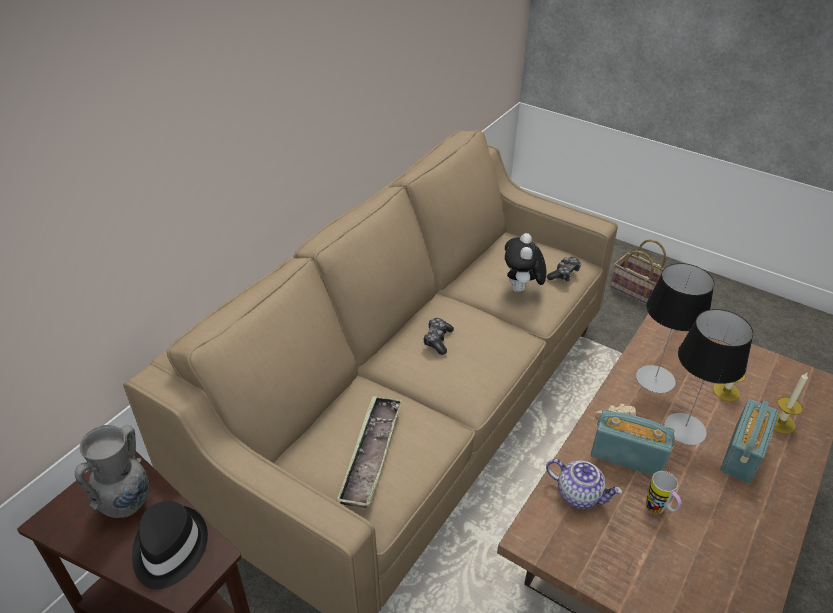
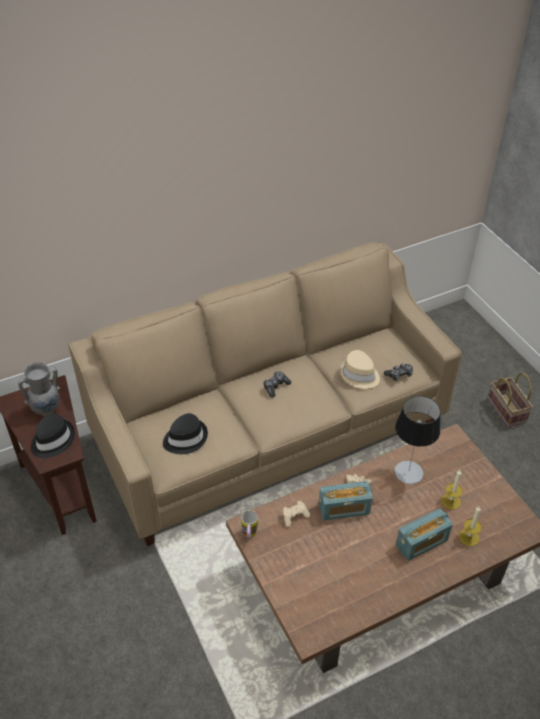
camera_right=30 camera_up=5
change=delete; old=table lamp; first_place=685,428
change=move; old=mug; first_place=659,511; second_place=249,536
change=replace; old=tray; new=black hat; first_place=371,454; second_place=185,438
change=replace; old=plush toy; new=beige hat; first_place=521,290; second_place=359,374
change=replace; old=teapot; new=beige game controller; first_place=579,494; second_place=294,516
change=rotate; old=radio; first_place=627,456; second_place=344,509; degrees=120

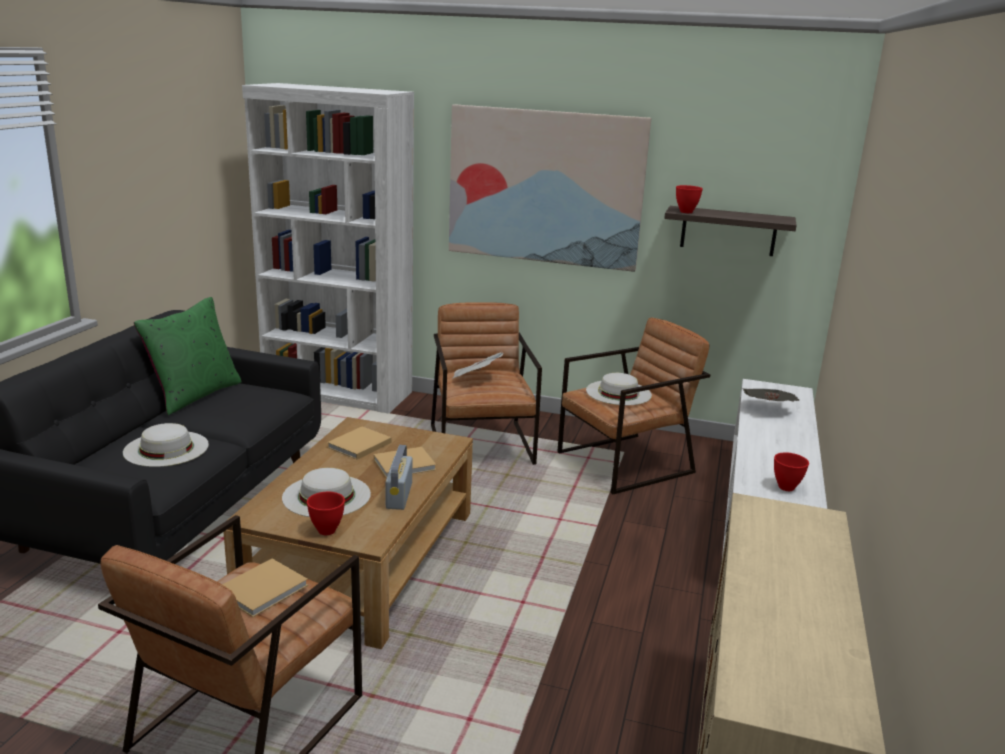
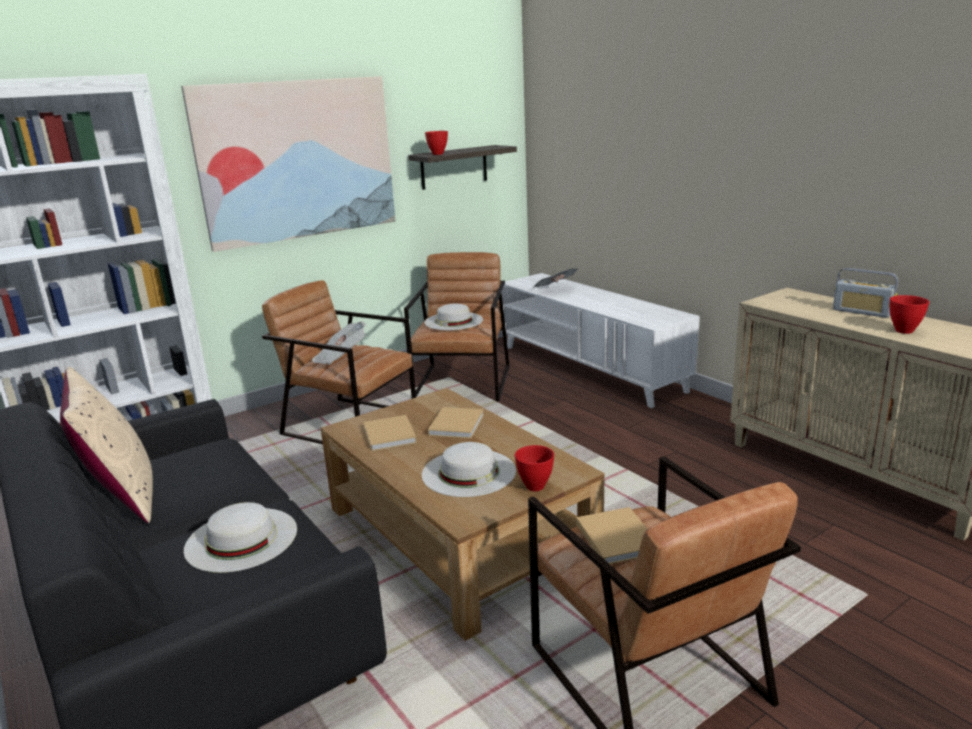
camera_right=-50 camera_up=0
change=move; old=radio; first_place=399,495; second_place=862,312
change=move; old=red bowl; first_place=786,487; second_place=903,330
change=recolor; old=green pillow; new=beige pillow; first_place=194,395; second_place=121,496

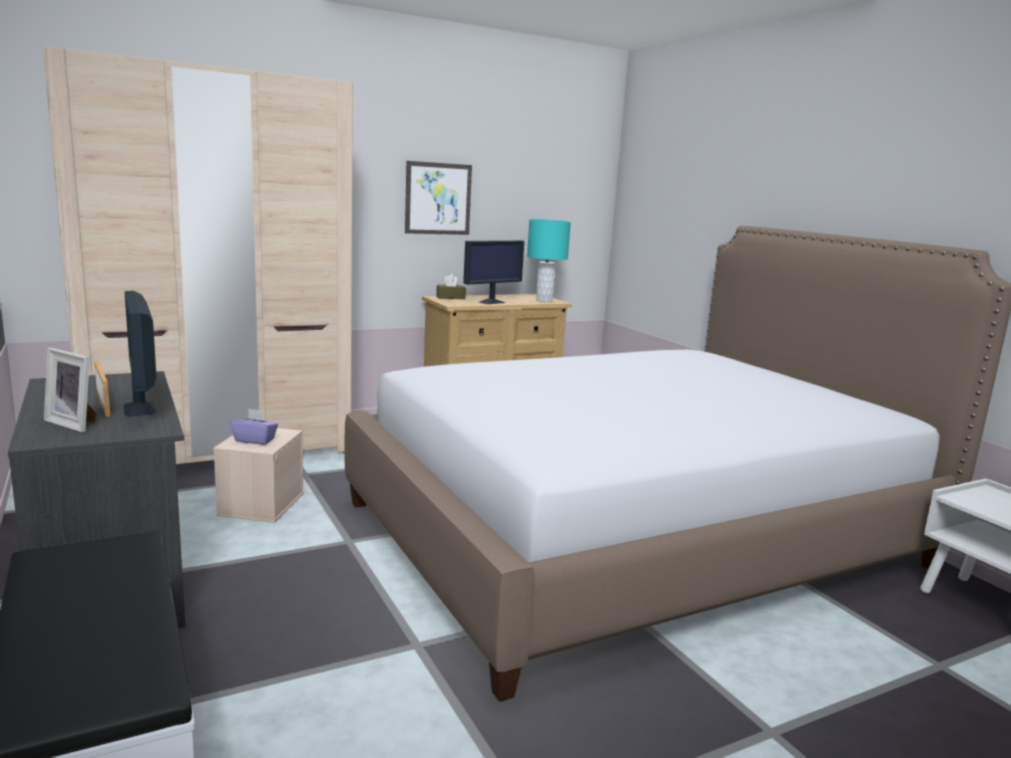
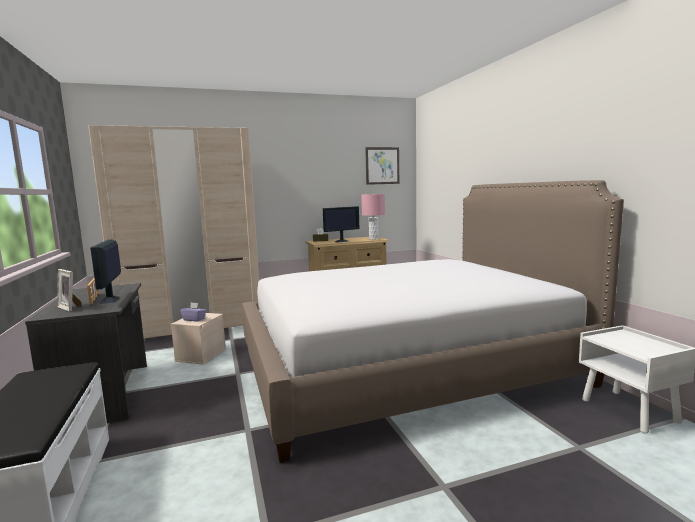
camera_right=10 camera_up=-5
change=move; old=picture; first_place=438,198; second_place=382,165
change=recolor; old=turquoise table lamp; new=pink table lamp; first_place=544,300; second_place=373,239

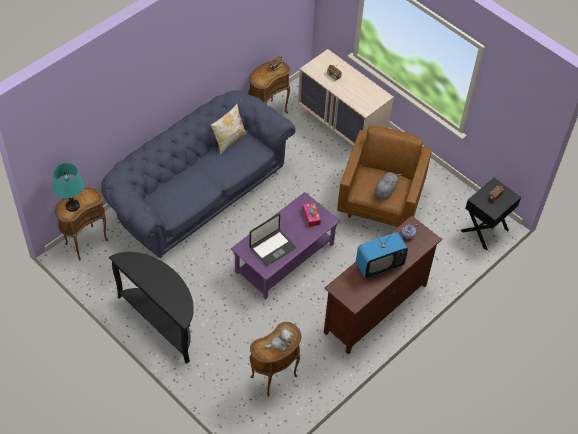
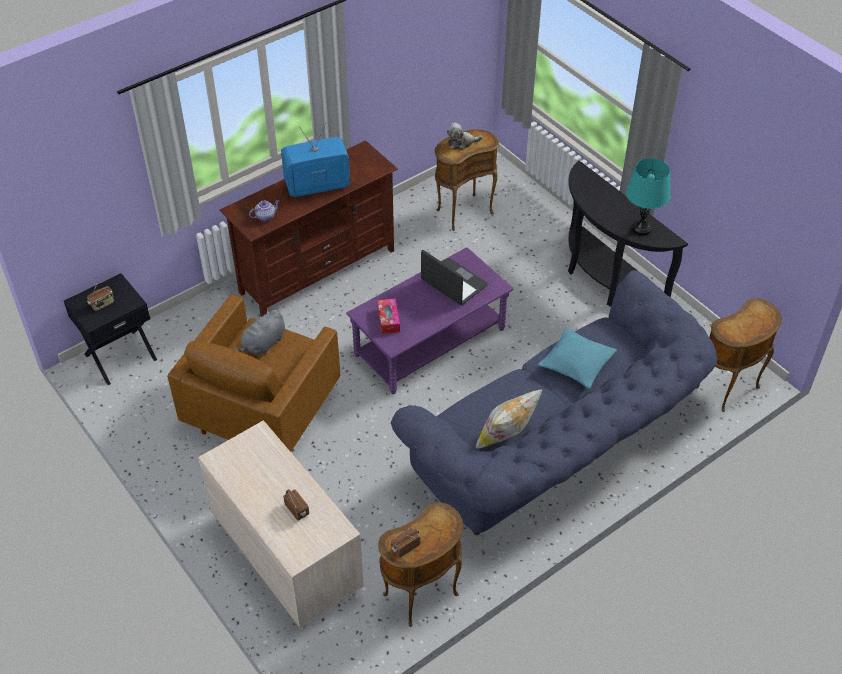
camera_right=-170 camera_up=-5
change=insert; new=turquoise pillow; second_place=576,363
change=move; old=turquoise table lamp; first_place=72,206; second_place=641,228
change=rotate; old=laptop; first_place=272,247; second_place=453,283; degrees=75

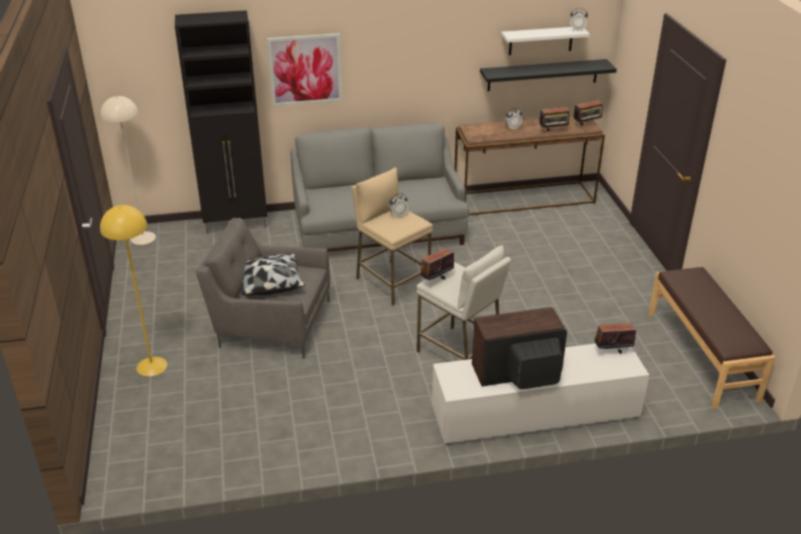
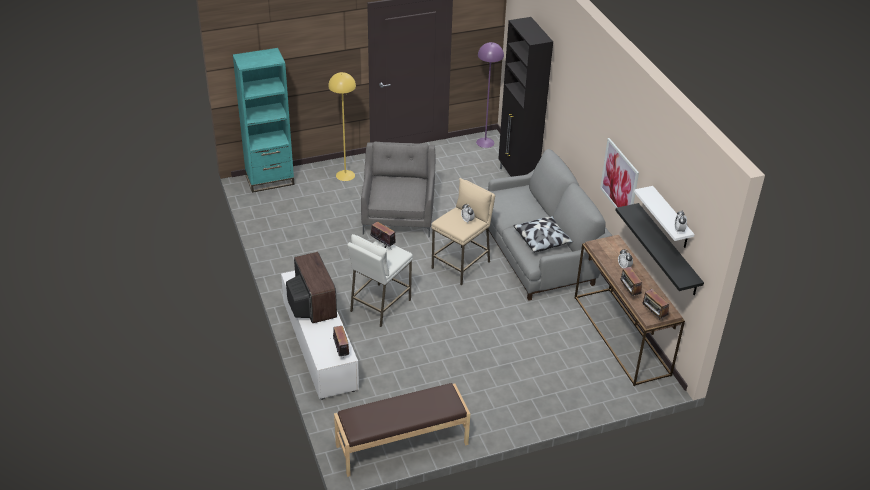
camera_right=80 camera_up=5
change=insert; new=turquoise bookcase; second_place=270,180
change=move; old=pillow; first_place=270,283; second_place=542,240
change=move; old=picture; first_place=305,70; second_place=619,180
change=recolor; old=beige floor lamp; new=purple floor lamp; first_place=143,238; second_place=485,142

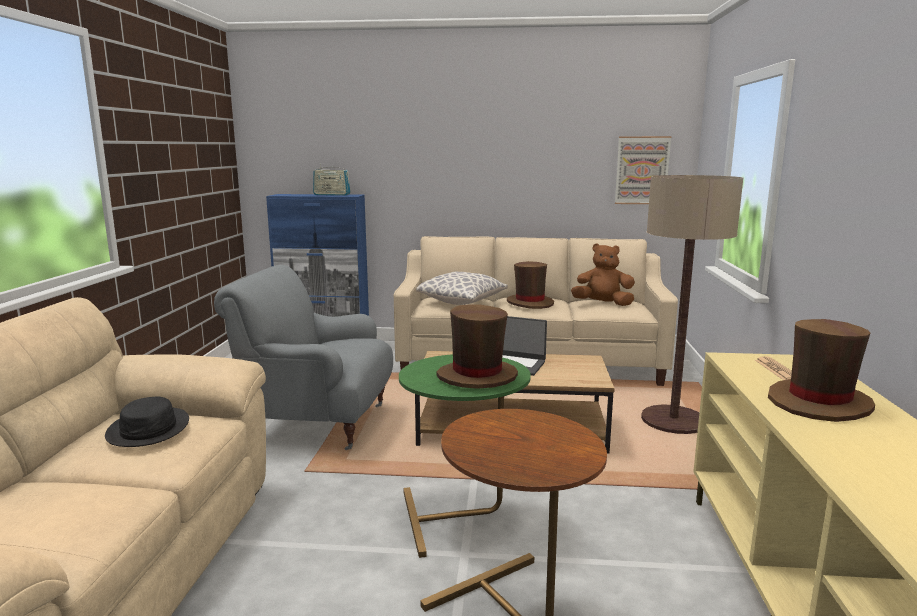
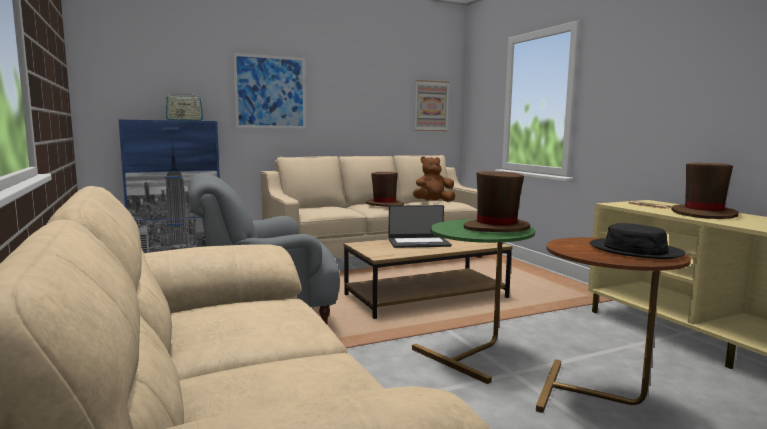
camera_right=-30 camera_up=-5
change=delete; old=pillow; first_place=462,302
change=delete; old=floor lamp; first_place=673,421
change=insert; new=picture; second_place=270,92
change=move; old=black hat; first_place=149,429; second_place=635,250

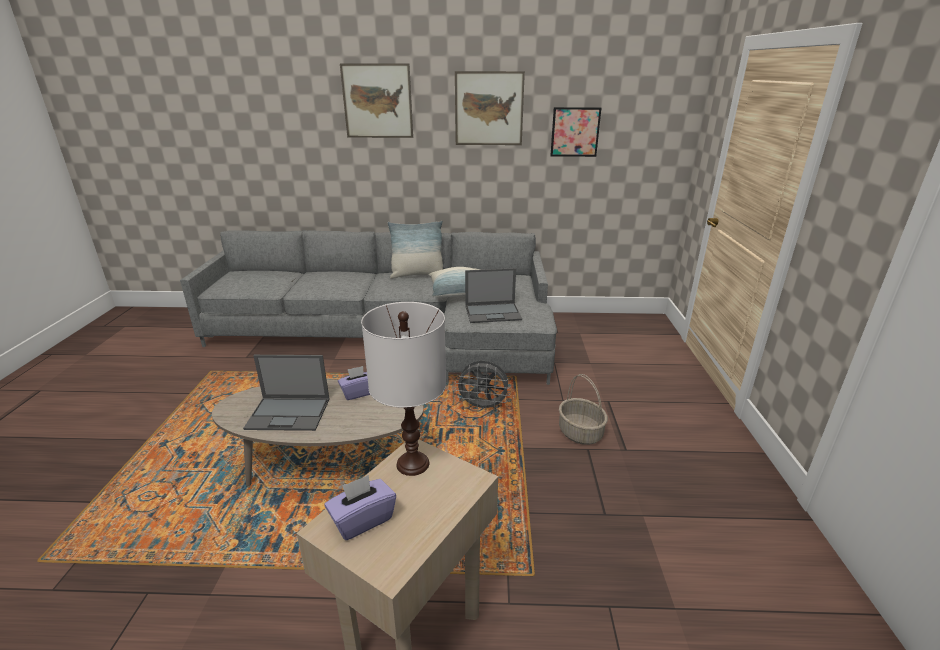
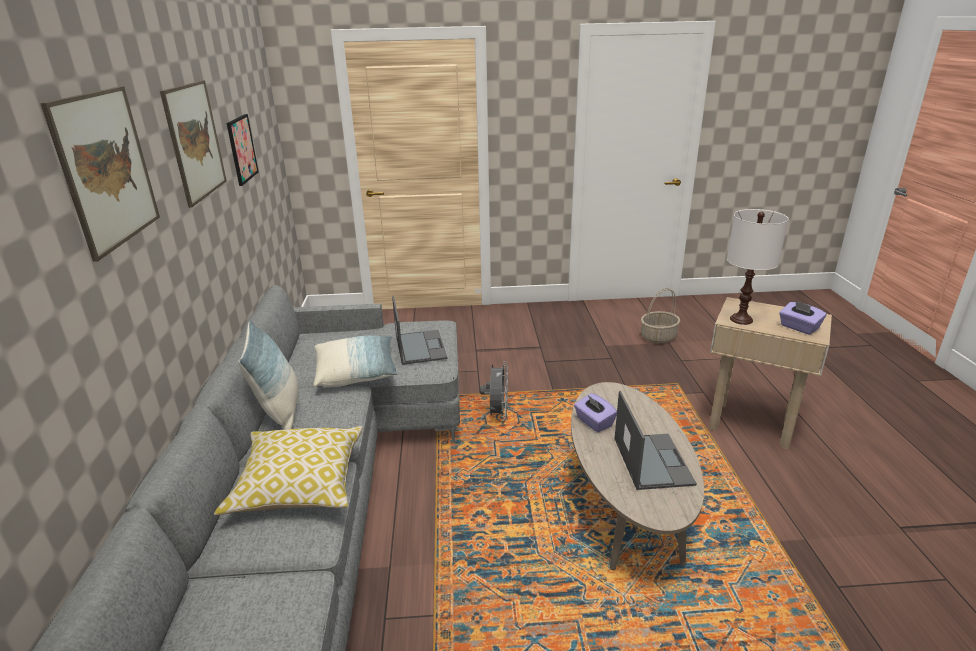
camera_right=-95 camera_up=0
change=insert; new=pillow; second_place=299,484
change=move; old=basket; first_place=581,433; second_place=658,337

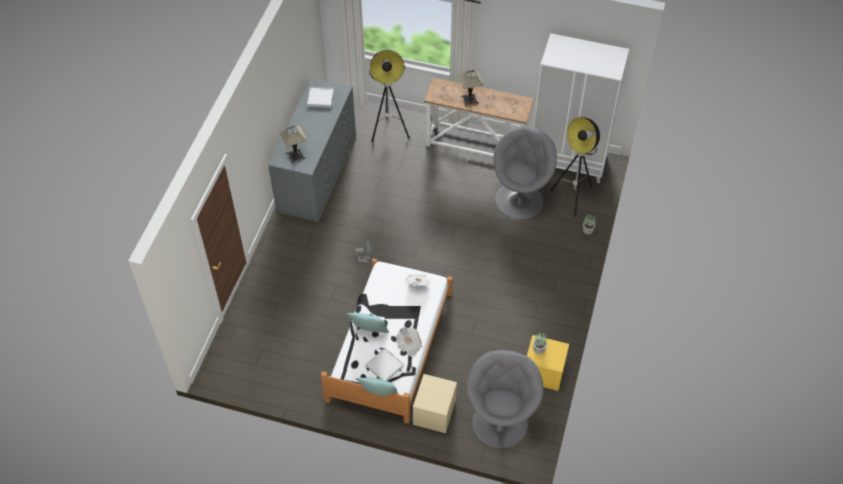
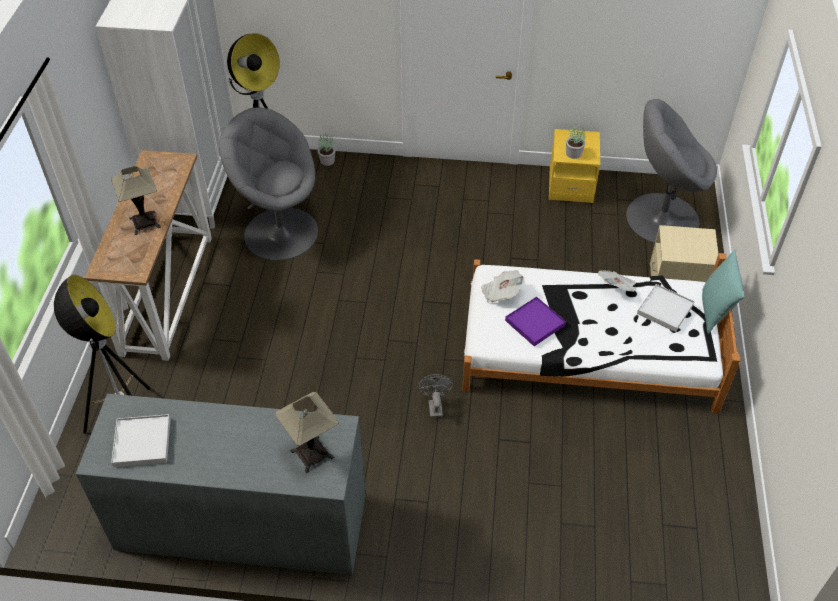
camera_right=-100 camera_up=-5
change=delete; old=turquoise pillow; first_place=368,332
change=insert; new=purple tray; second_place=534,323

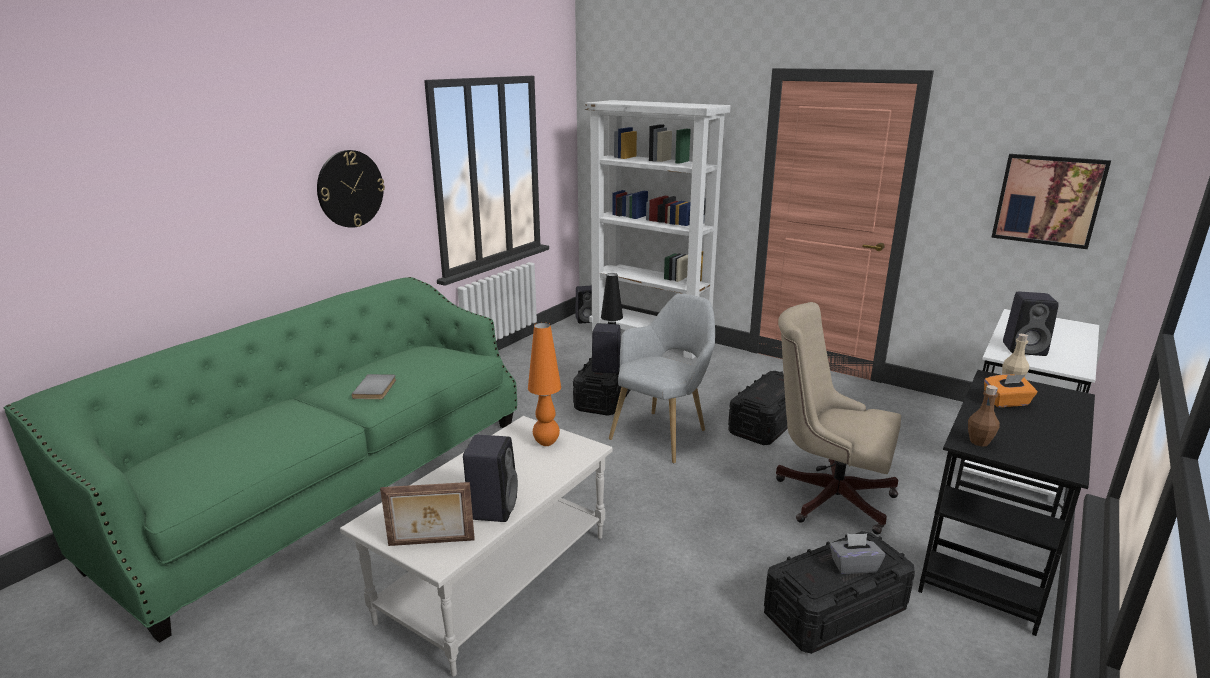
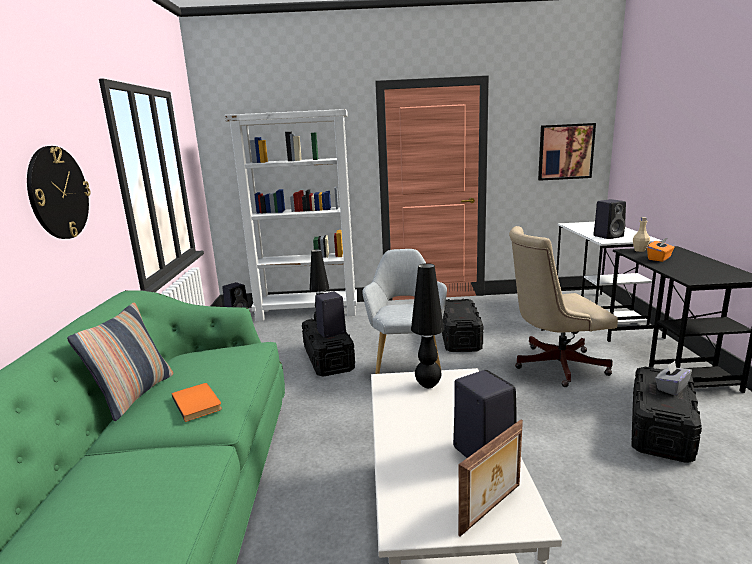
camera_right=-35 camera_up=-5
change=delete; old=brown bottle; first_place=979,442
change=insert; new=pillow; second_place=134,395
change=recolor; old=grey book; new=orange book; first_place=376,388; second_place=199,403
change=recolor; old=orange table lamp; new=black table lamp; first_place=546,443; second_place=428,385

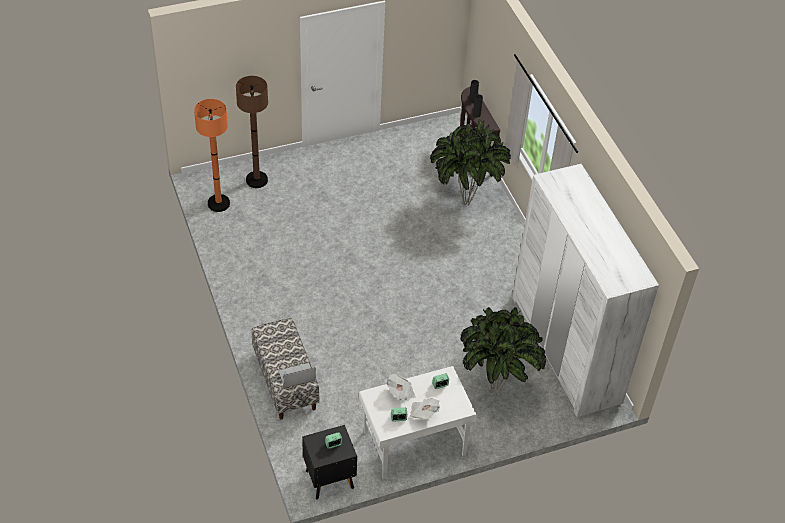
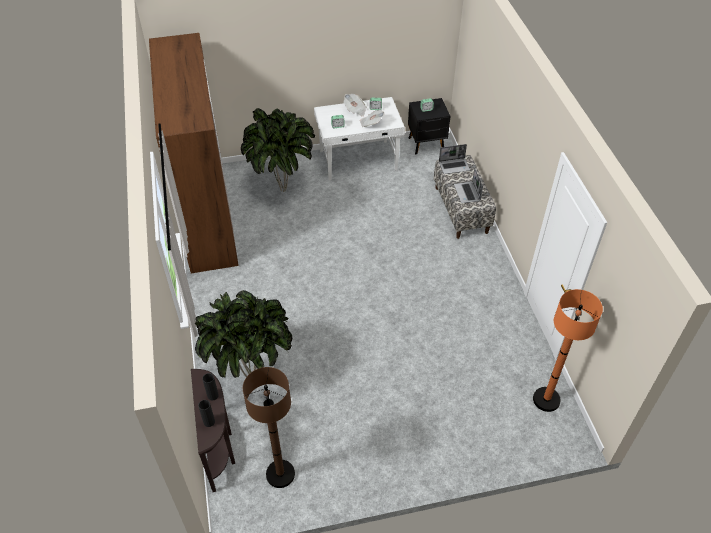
camera_right=-170 camera_up=0
change=insert; new=laptop; second_place=467,193
change=move; old=brown floor lamp; first_place=256,180; second_place=280,474
change=recolor; old=white wardrobe; new=brown wardrobe; first_place=565,349; second_place=208,217

